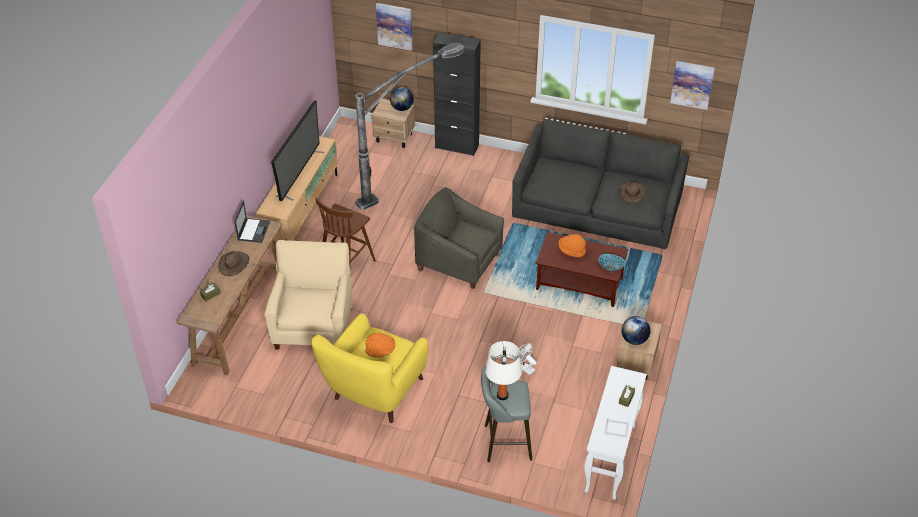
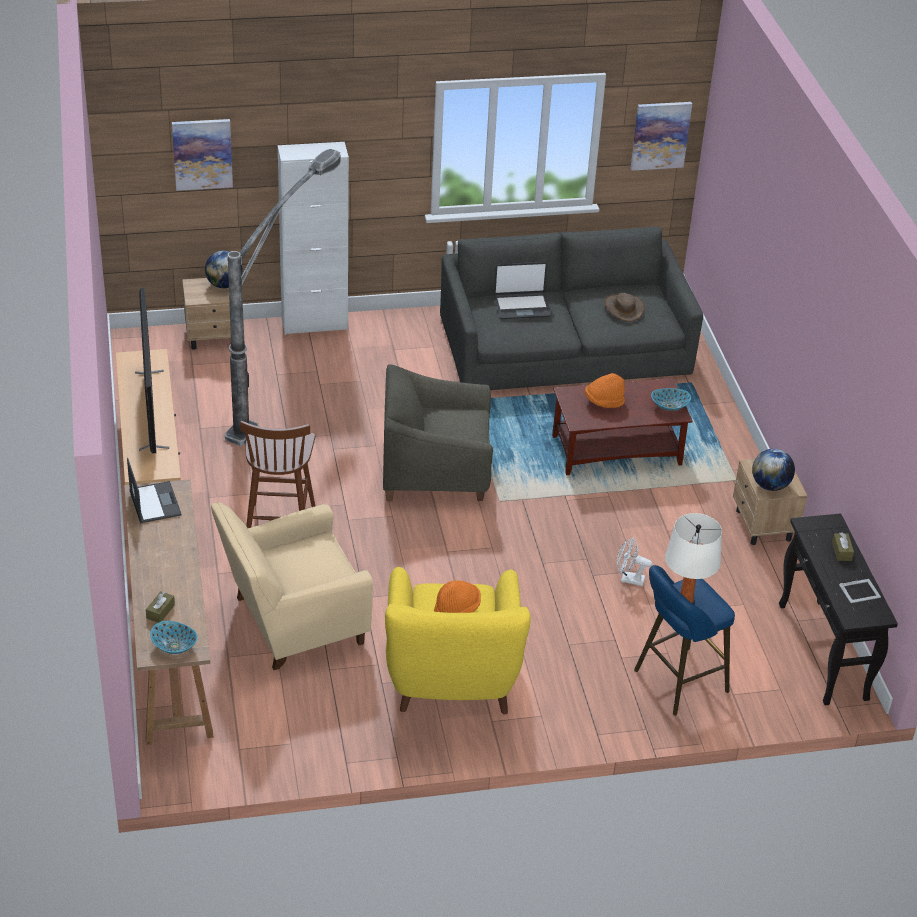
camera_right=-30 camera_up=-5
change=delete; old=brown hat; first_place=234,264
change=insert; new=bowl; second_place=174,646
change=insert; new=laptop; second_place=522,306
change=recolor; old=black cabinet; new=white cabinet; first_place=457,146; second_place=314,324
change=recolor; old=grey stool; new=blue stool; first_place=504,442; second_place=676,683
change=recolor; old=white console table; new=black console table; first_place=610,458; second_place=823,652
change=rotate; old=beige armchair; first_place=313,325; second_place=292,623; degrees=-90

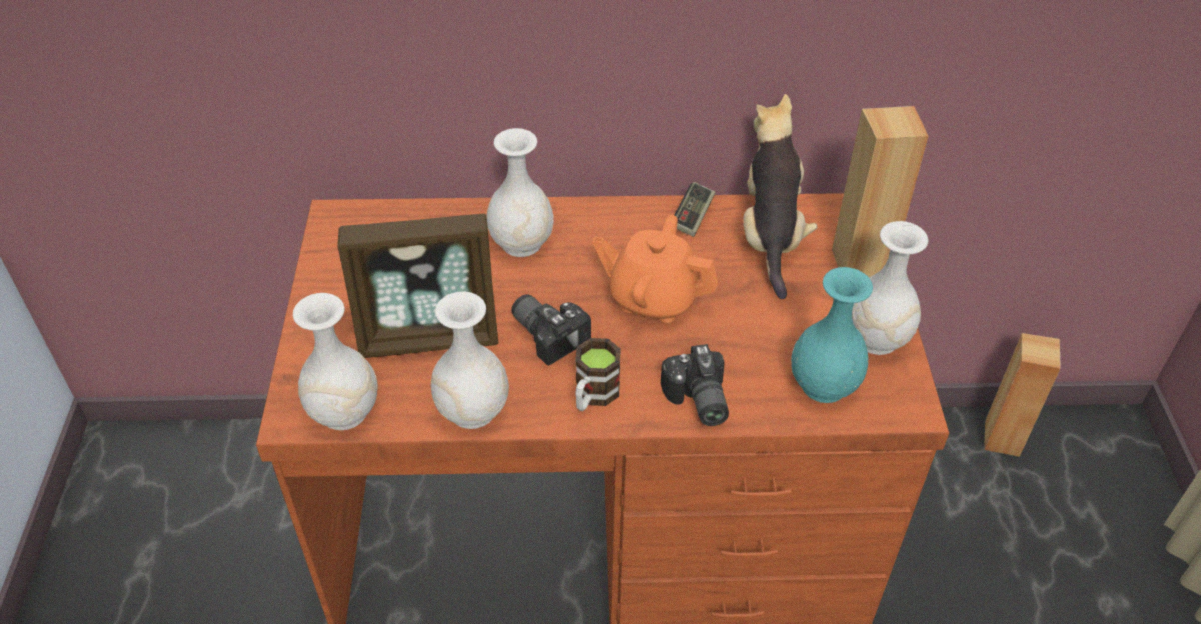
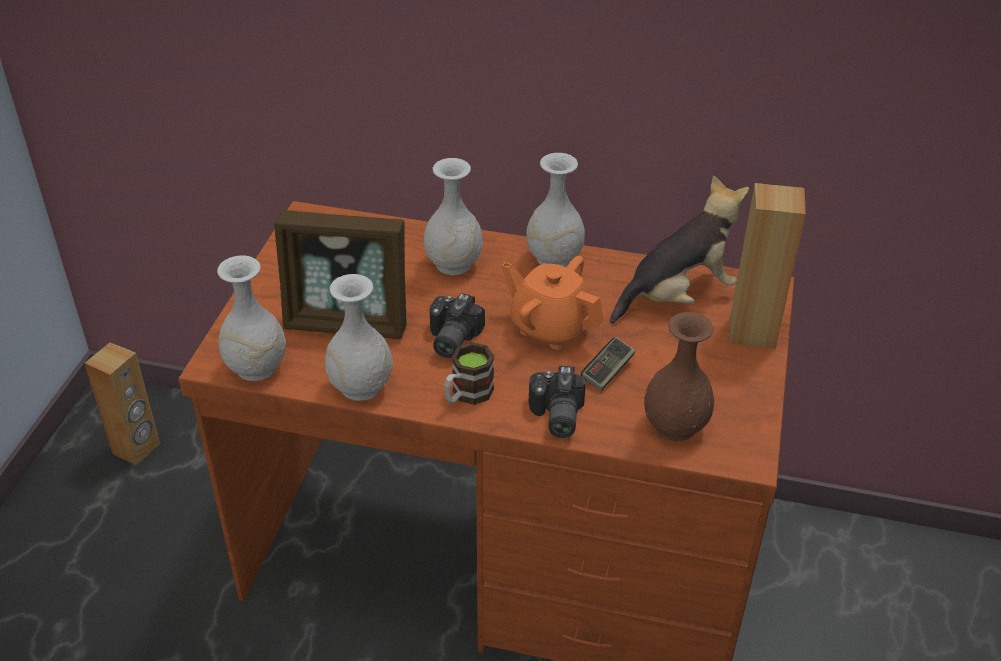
camera_right=15 camera_up=-5
change=move; old=game controller; first_place=692,217; second_place=607,371
change=move; old=white vase; first_place=875,338; second_place=553,258
change=move; old=brown speaker; first_place=1002,438; second_place=137,448
change=recolor; old=turquoise vase; new=brown vase; first_place=824,385; second_place=676,426
change=rotate; old=photo camera; first_place=550,333; second_place=449,339; degrees=-135
change=rotate; old=plush toy; first_place=770,236; second_place=677,296; degrees=45

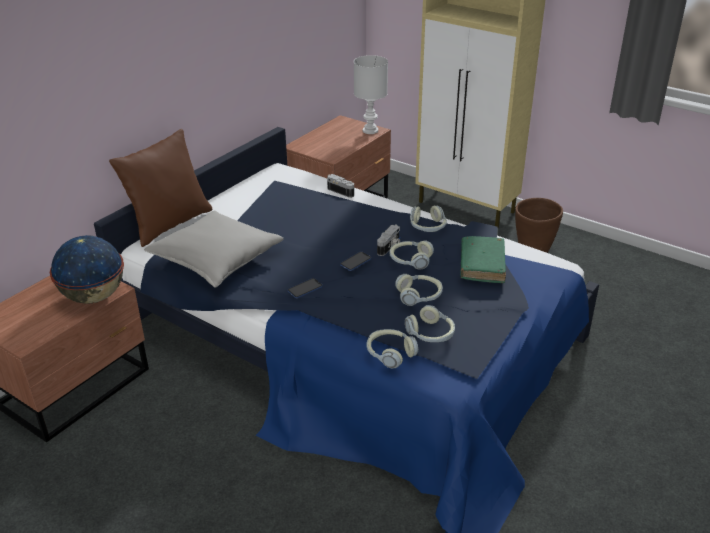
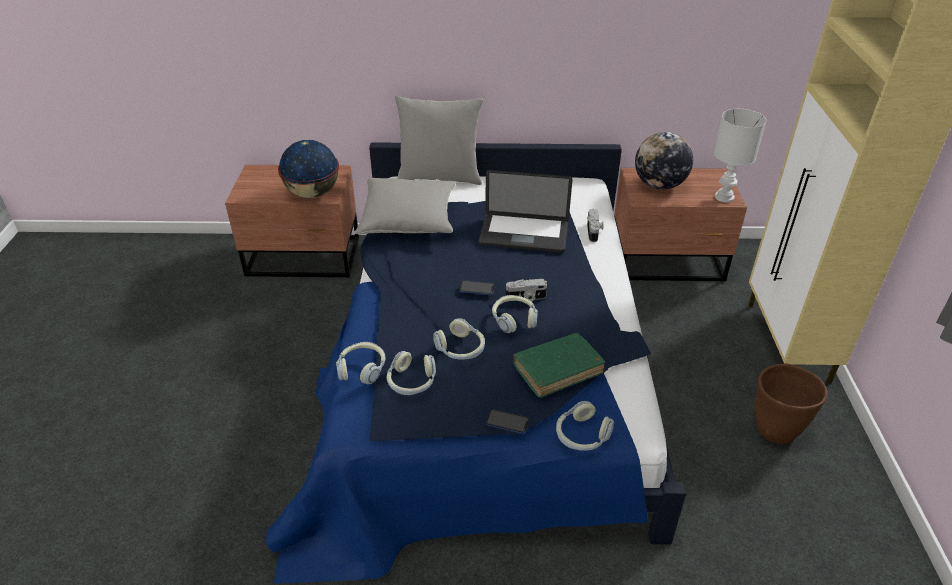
camera_right=55 camera_up=5
change=insert; new=laptop; second_place=523,234
change=insert; new=globe; second_place=659,185
change=move; old=phone; first_place=305,289; second_place=507,422
change=move; old=headphones; first_place=427,227; second_place=582,436
change=recolor; old=brown pillow; new=grey pillow; first_place=169,224; second_place=440,177

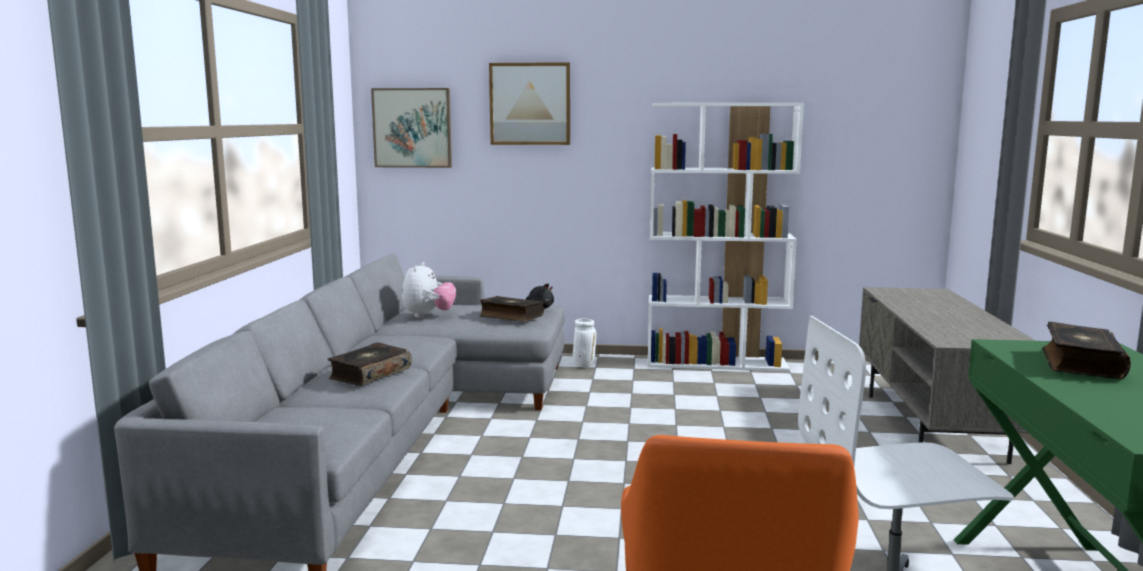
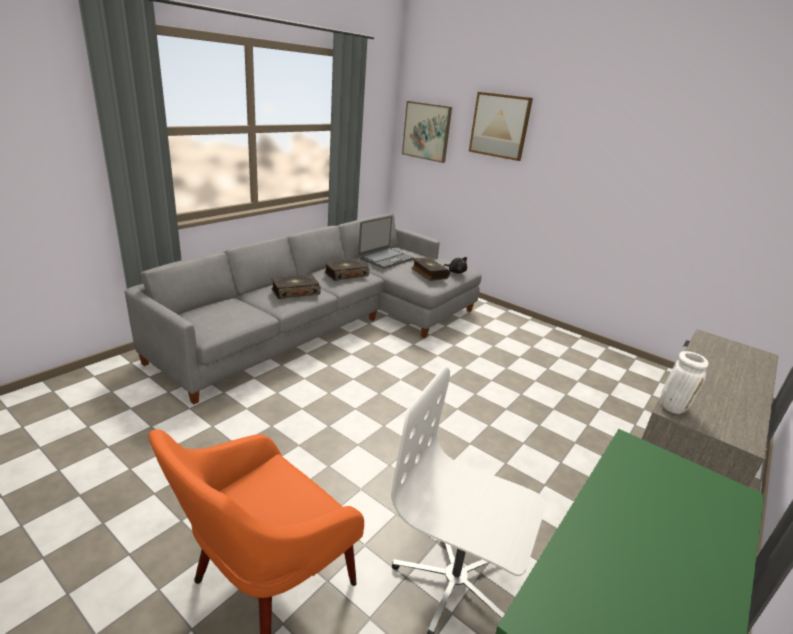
camera_right=30 camera_up=15
change=delete; old=white bookcase; first_place=717,363
change=move; old=white vase; first_place=583,365; second_place=672,407
change=move; old=book; first_place=1080,363; second_place=346,274
change=replace; old=plush toy; new=laptop; first_place=428,315; second_place=385,259

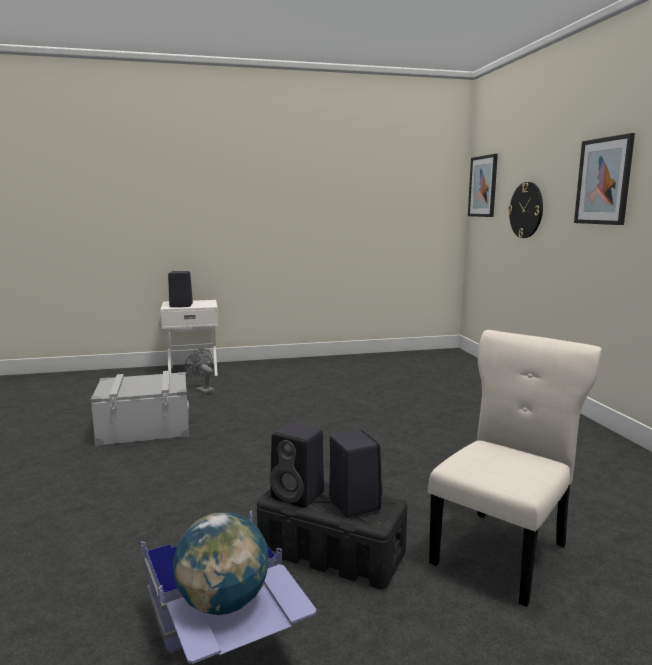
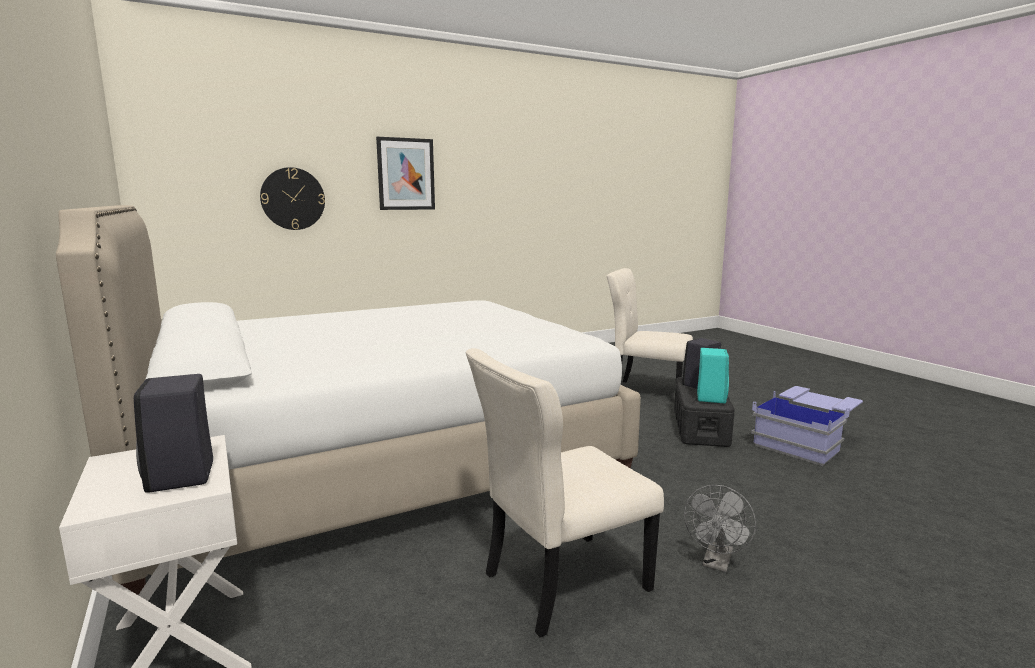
camera_right=-105 camera_up=0
change=delete; old=globe; first_place=223,602
change=delete; old=picture; first_place=483,186
change=insert; new=white bed; second_place=379,460
change=move; old=grey fan; first_place=202,390; second_place=717,563
change=replace; old=grey storage box; new=beige chair; first_place=145,427; second_place=560,583
change=recolor; old=black speaker; new=turquoise speaker; first_place=299,495; second_place=710,397

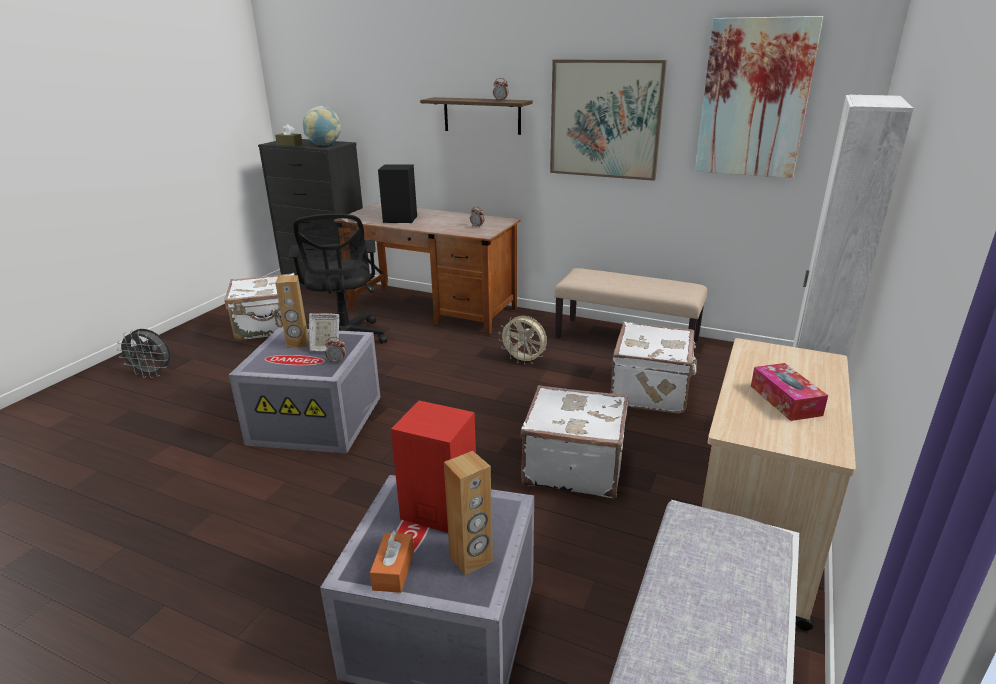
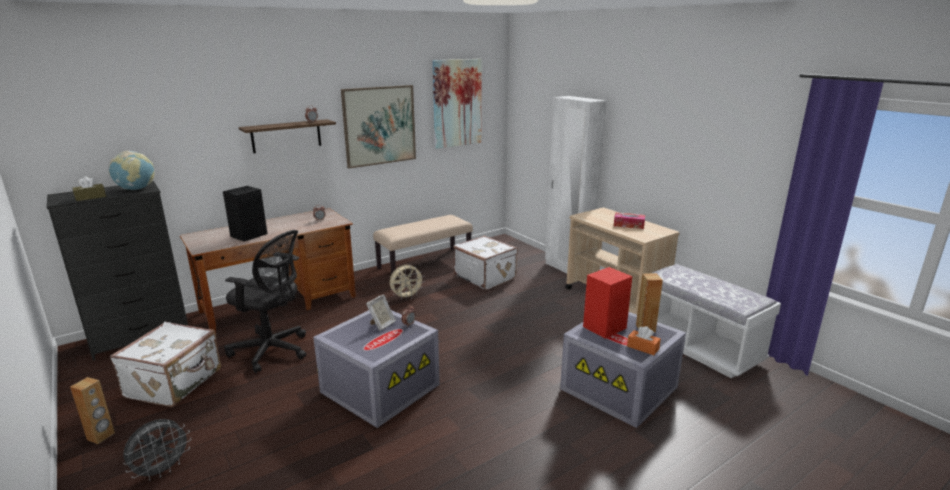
camera_right=-60 camera_up=-5
change=delete; old=white suitcase; first_place=573,466
change=move; old=brown speaker; first_place=298,343; second_place=101,436

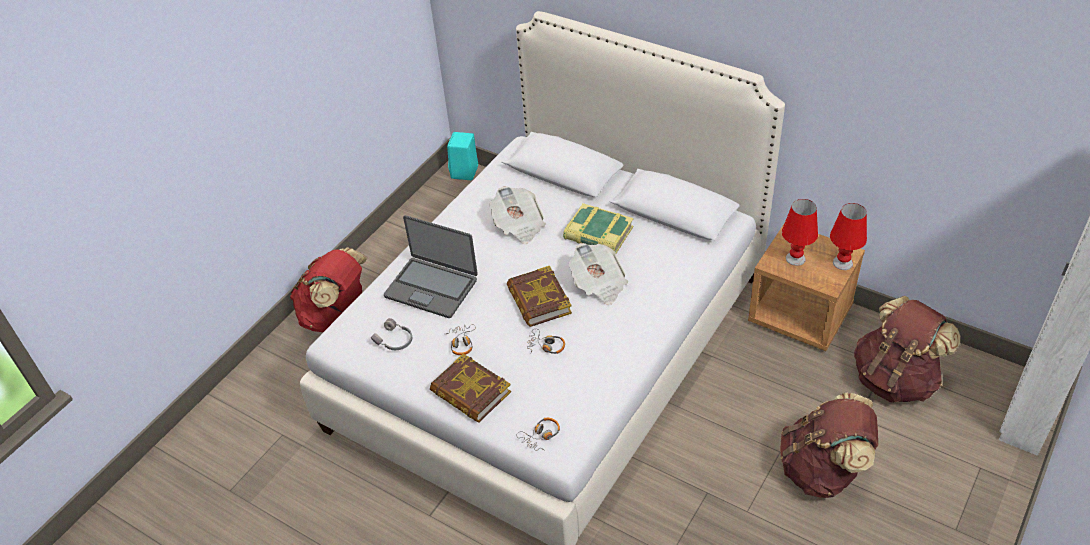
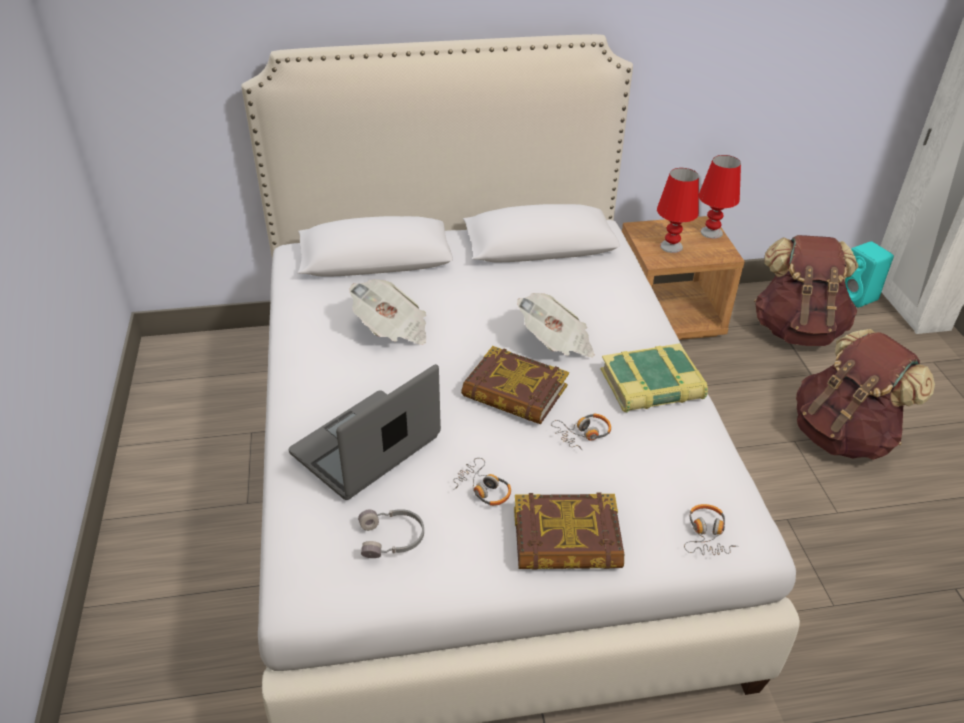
camera_right=-45 camera_up=-5
change=delete; old=red backpack; first_place=336,314
change=move; old=turquoise speaker; first_place=464,172; second_place=857,296
change=move; old=book; first_place=598,234; second_place=652,386
change=rotate; old=laptop; first_place=432,287; second_place=367,447; degrees=150

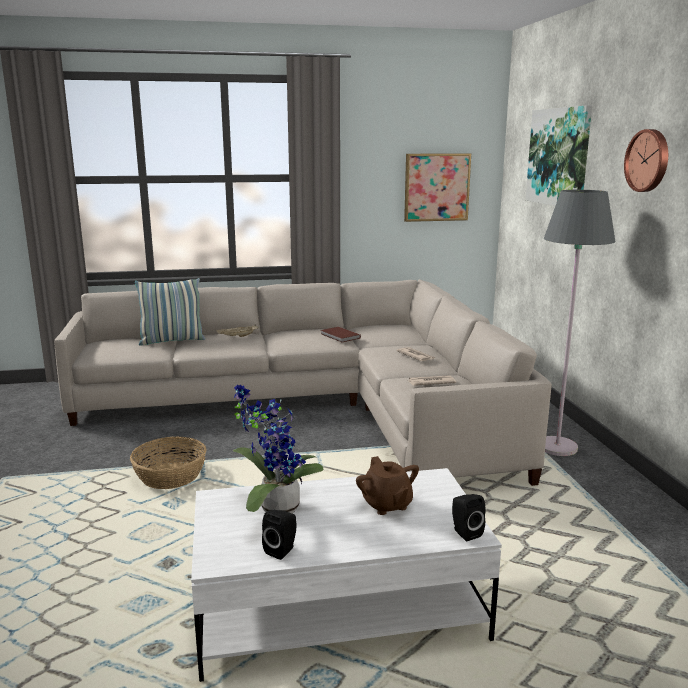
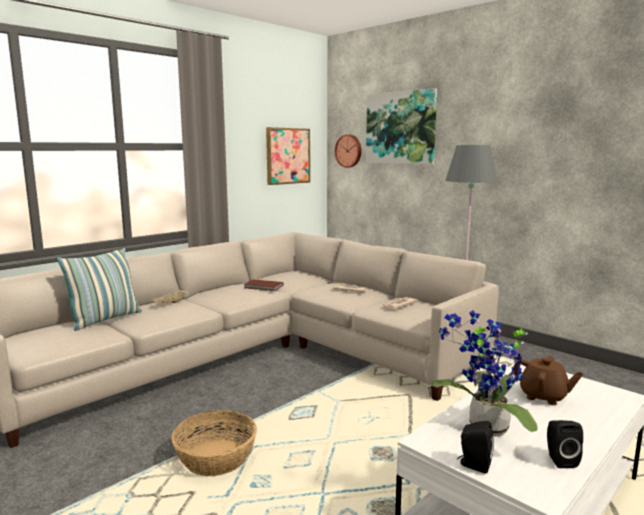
camera_right=-35 camera_up=-5
change=move; old=black speaker; first_place=465,532; second_place=473,465
change=move; old=wall clock; first_place=648,160; second_place=349,151

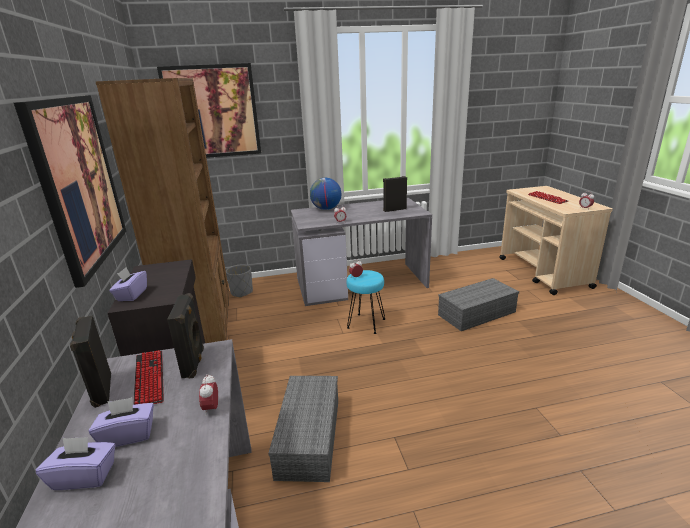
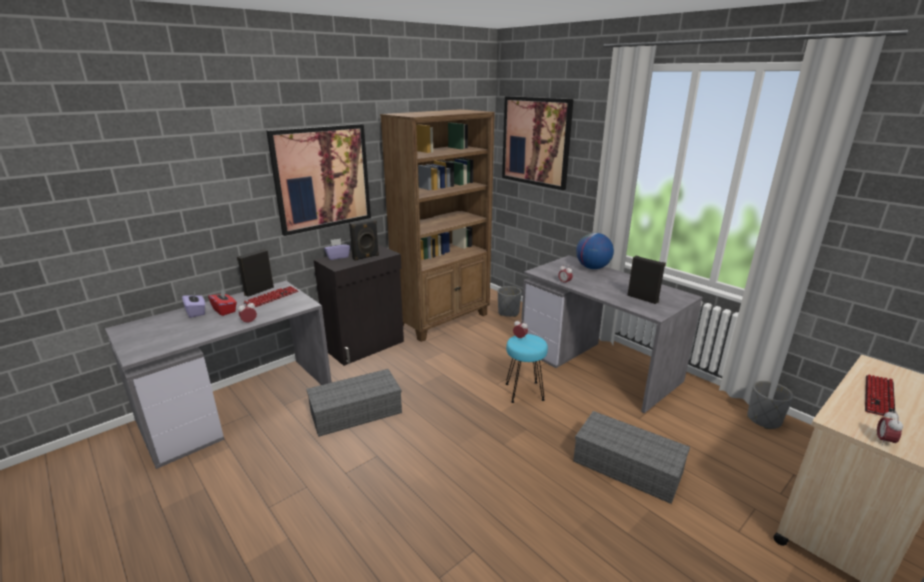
camera_right=60 camera_up=0
change=insert; new=grey planter; second_place=764,420
change=move; old=black speaker; first_place=194,363; second_place=366,257
change=recolor; old=purple tissue box; new=red tissue box; first_place=128,435; second_place=224,310

